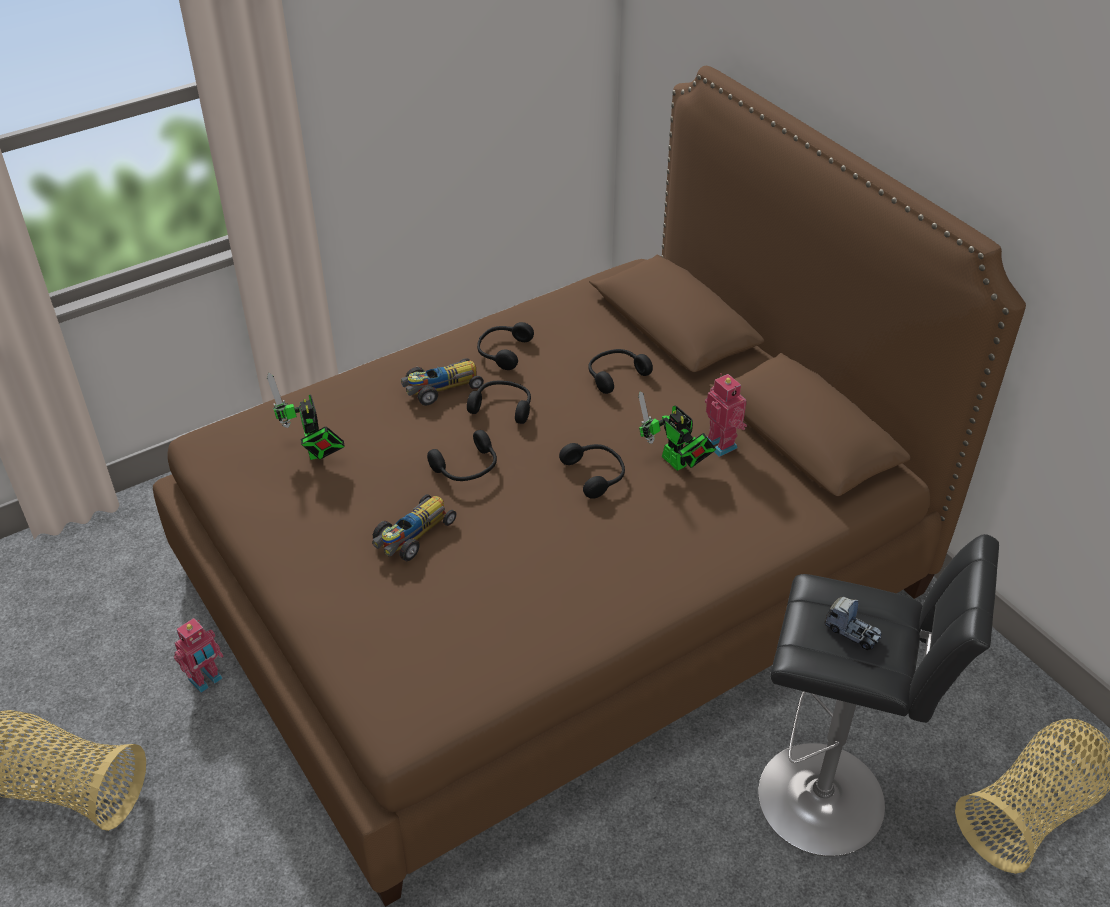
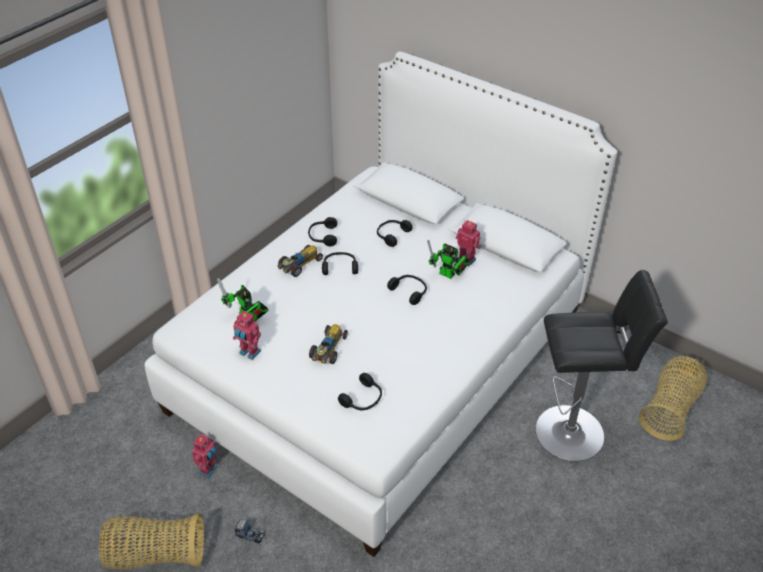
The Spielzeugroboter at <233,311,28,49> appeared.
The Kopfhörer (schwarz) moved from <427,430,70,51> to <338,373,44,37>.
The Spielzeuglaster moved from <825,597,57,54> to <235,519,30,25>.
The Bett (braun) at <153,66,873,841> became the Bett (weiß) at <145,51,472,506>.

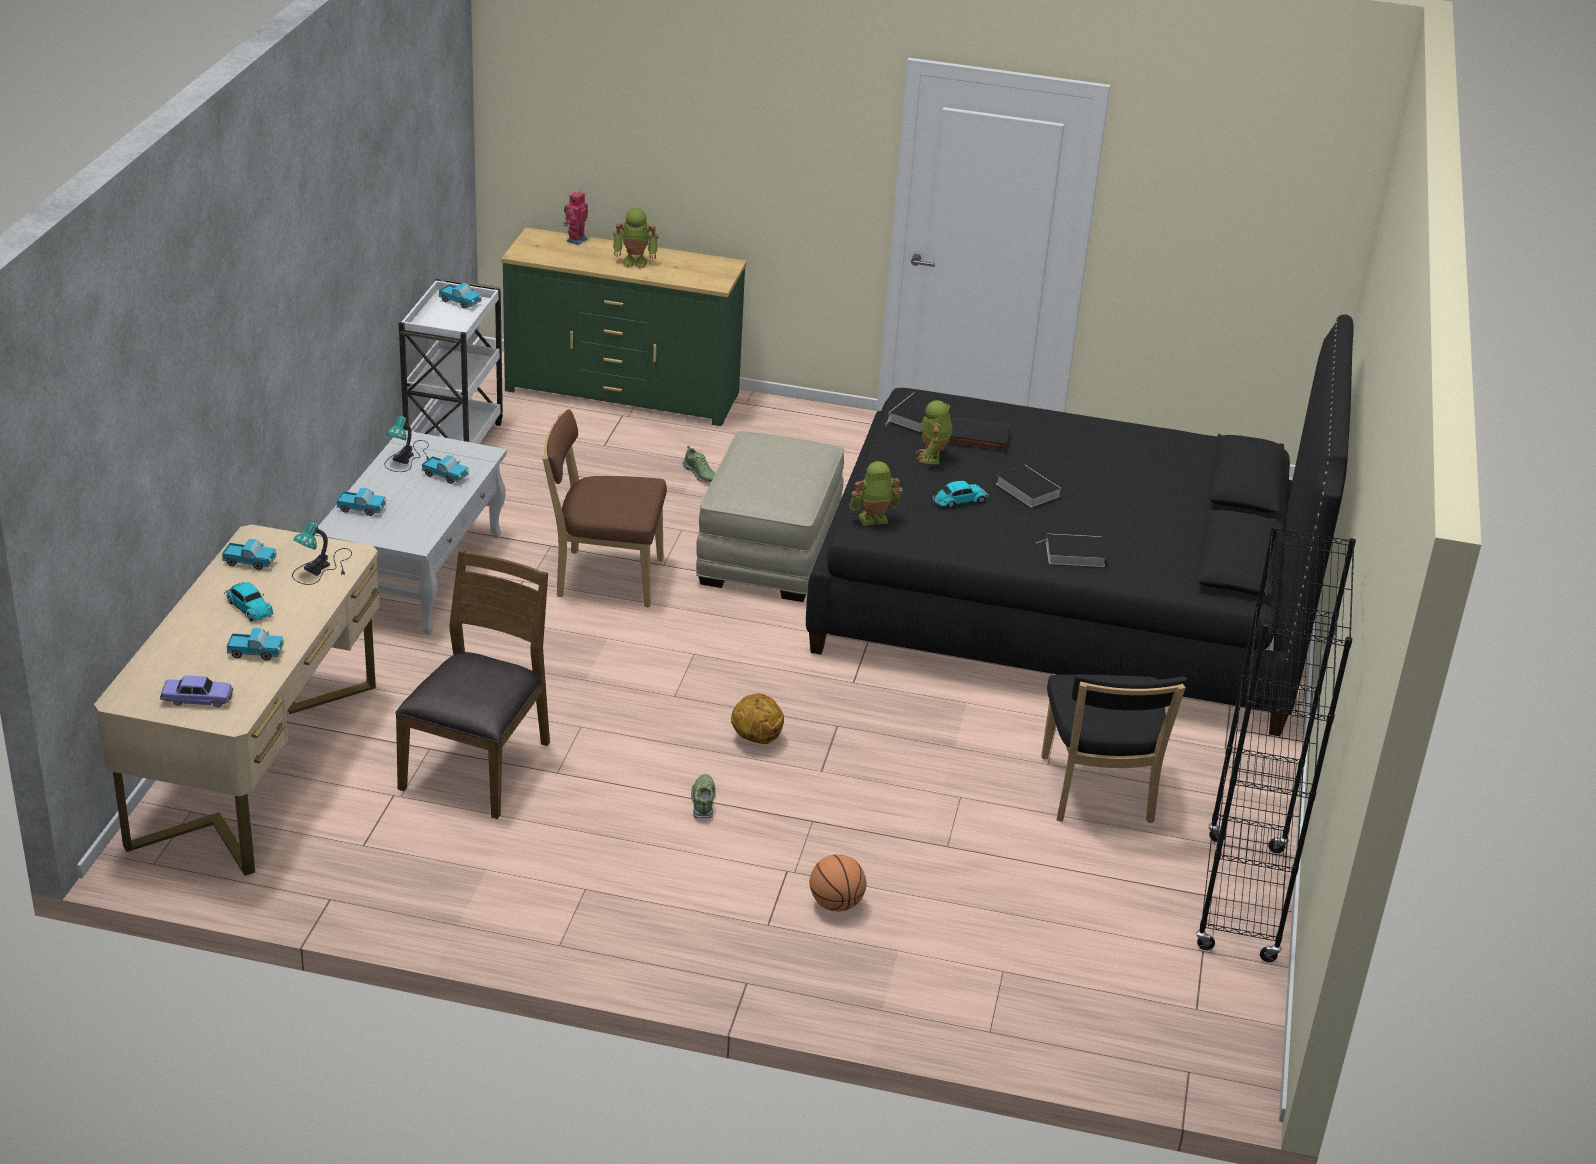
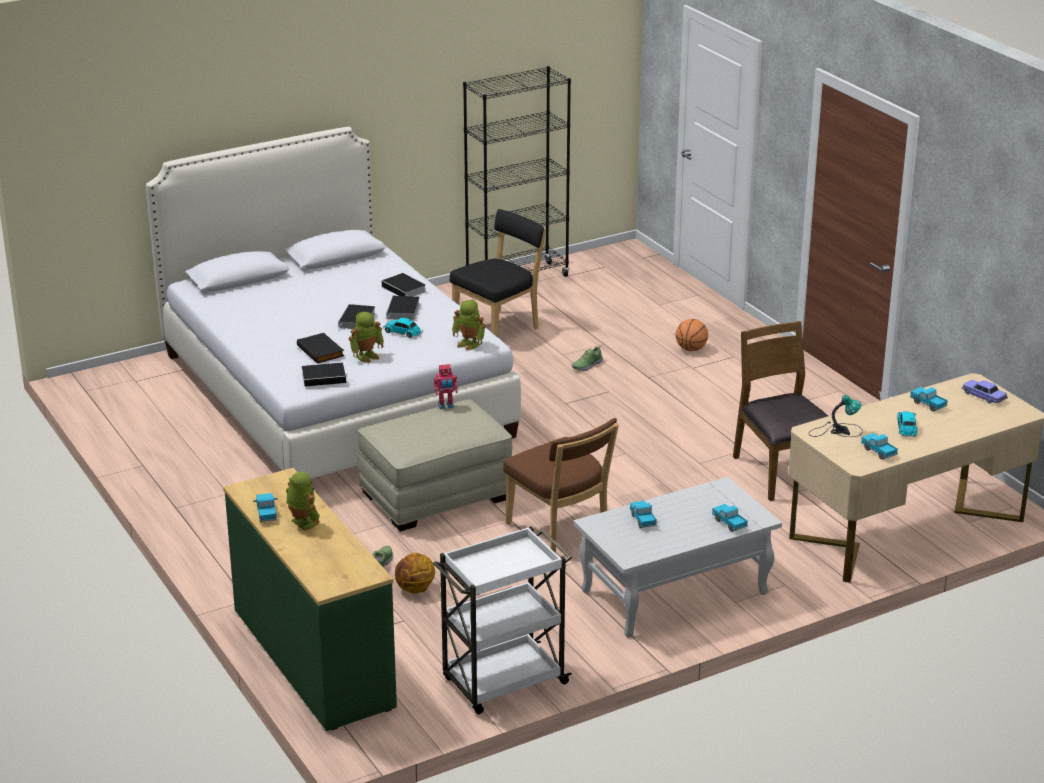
The Tischlampe at <385,416,44,56> disappeared.
The Buch at <386,296,34,26> appeared.
The Spielzeuglaster moved from <439,283,43,26> to <253,493,24,29>.
The Spielzeugroboter moved from <563,190,25,55> to <433,364,24,45>.
The Schuh moved from <691,774,25,44> to <571,346,32,25>.
The Basketball moved from <731,694,53,50> to <395,553,40,41>.
The Bett (schwarz) at <806,314,548,422> became the Bett (weiß) at <146,127,375,352>.
The Stuhl (braun) at <395,550,155,269> turned 90 degrees clockwise.

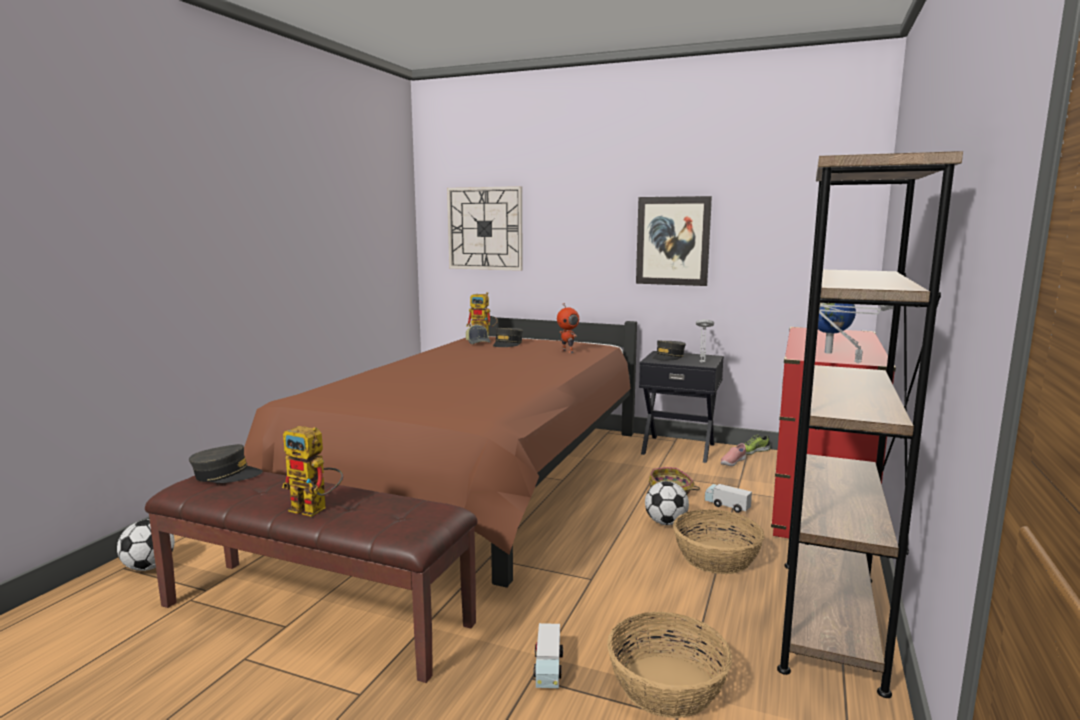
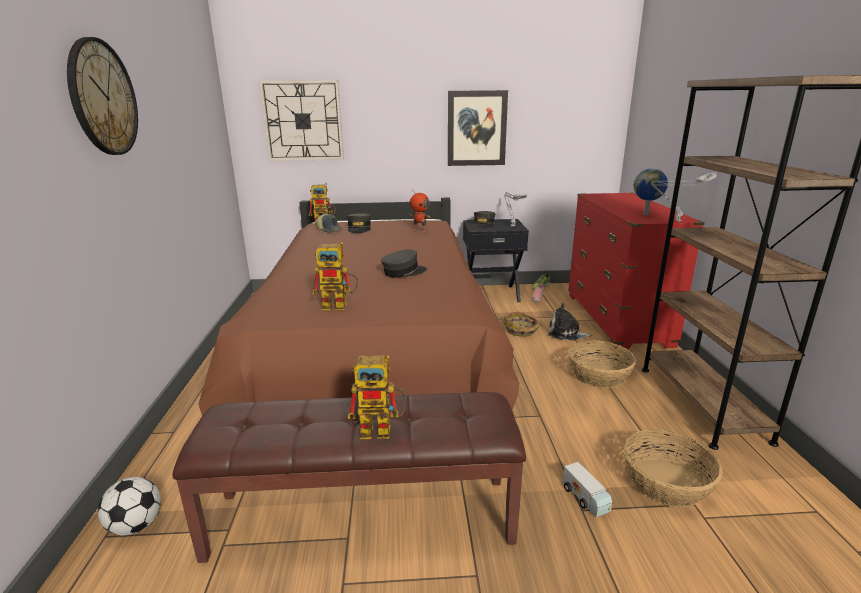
The Fußball at <645,481,44,44> disappeared.
The Wanduhr at <67,37,71,118> appeared.
The Spielzeugroboter at <312,242,46,68> appeared.
The Kappe (grau) moved from <189,444,74,39> to <381,249,46,29>.
The Spielzeuglaster at <705,484,47,29> was replaced by the Plüschtier at <549,303,43,38>.

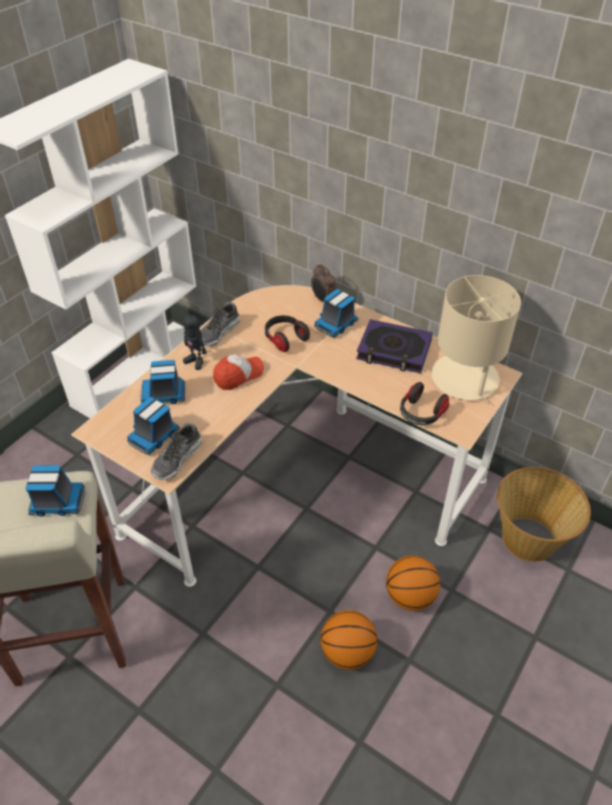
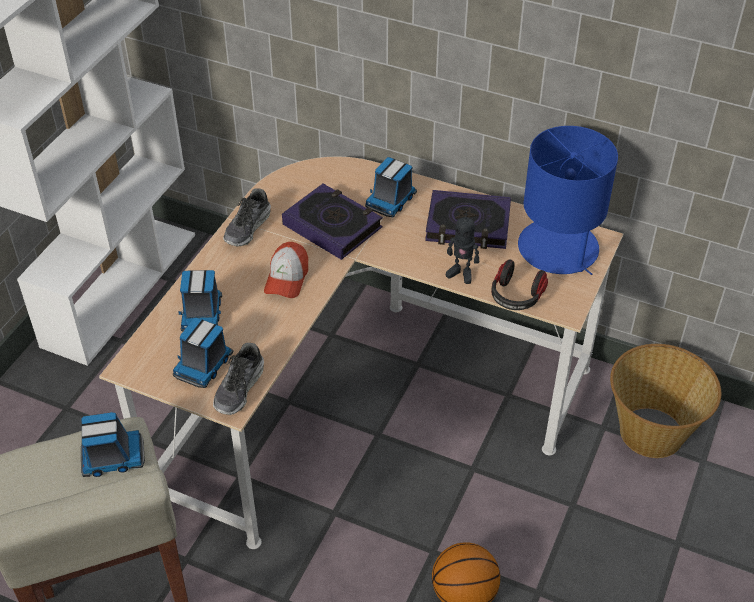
The Wecker at <311,264,26,38> disappeared.
The Basketball at <386,556,54,55> disappeared.
The Spielzeugroboter moved from <183,310,24,60> to <446,211,33,73>.
The Kopfhörer at <265,315,45,37> was replaced by the Buch at <282,184,100,76>.
The Tischlampe (beige) at <431,275,90,129> became the Tischlampe (blau) at <518,126,100,149>.
The Spielzeuglaster at <140,360,45,44> turned 75 degrees counterclockwise.
The Kappe at <213,354,51,36> turned 150 degrees clockwise.

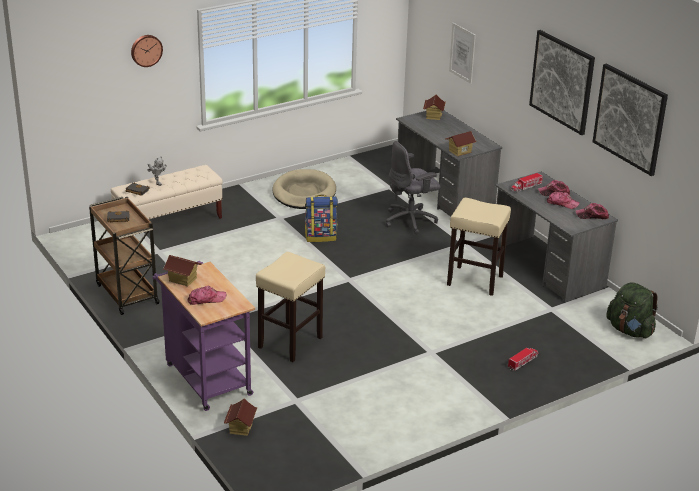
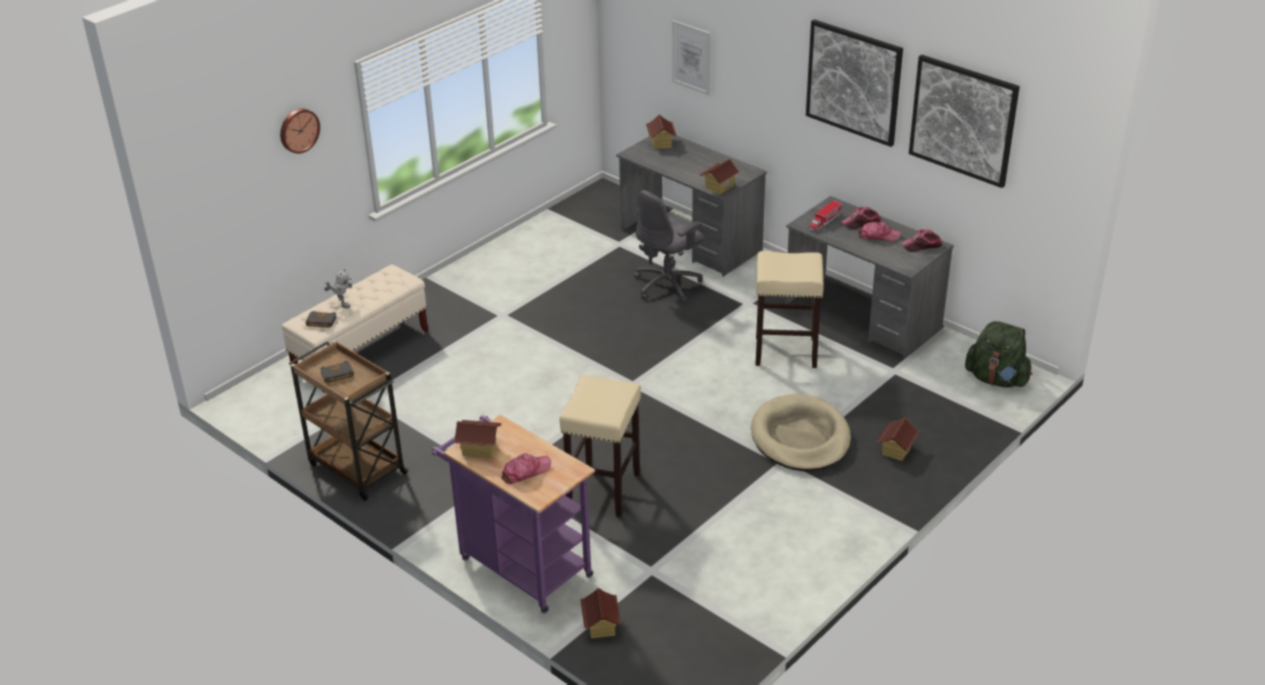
The Rucksack at <305,195,33,47> disappeared.
The Hundebett (beige) moved from <273,169,63,40> to <751,394,100,77>.
The Spielzeuglaster at <508,348,30,23> was replaced by the Spielzeughaus at <877,418,42,43>.

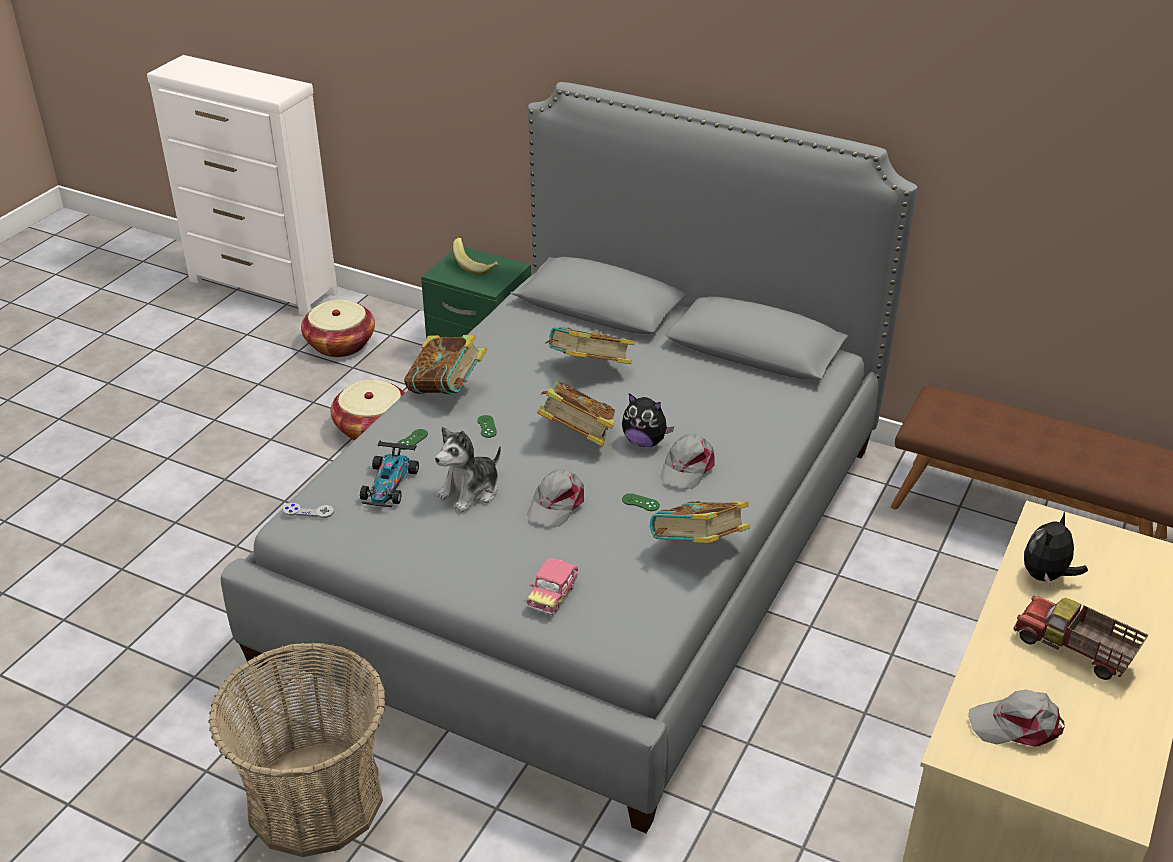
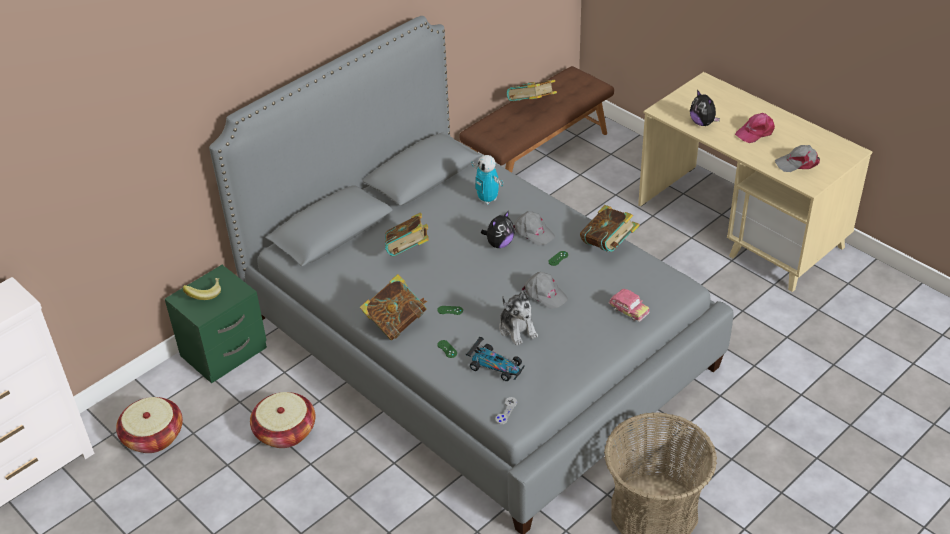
The Spielzeugroboter at <471,155,32,50> appeared.
The Buch moved from <537,380,78,66> to <507,80,50,21>.
The Spielzeuglaster at <1013,596,135,84> was replaced by the Kappe (rosa) at <735,113,40,30>.
The Kappe (grau) at <968,690,97,57> turned 60 degrees clockwise.

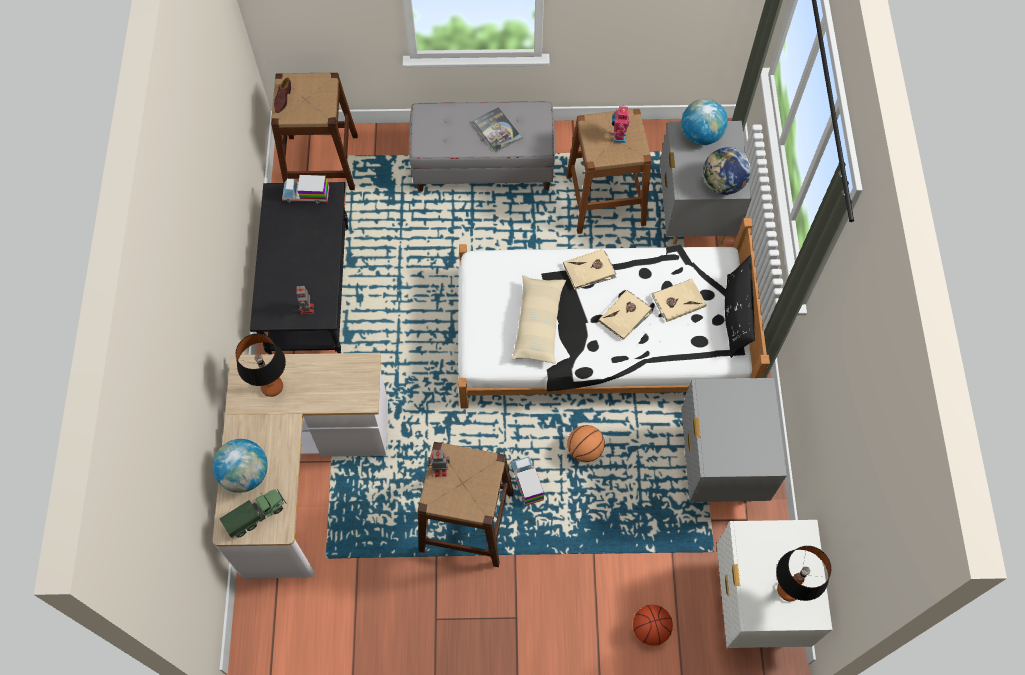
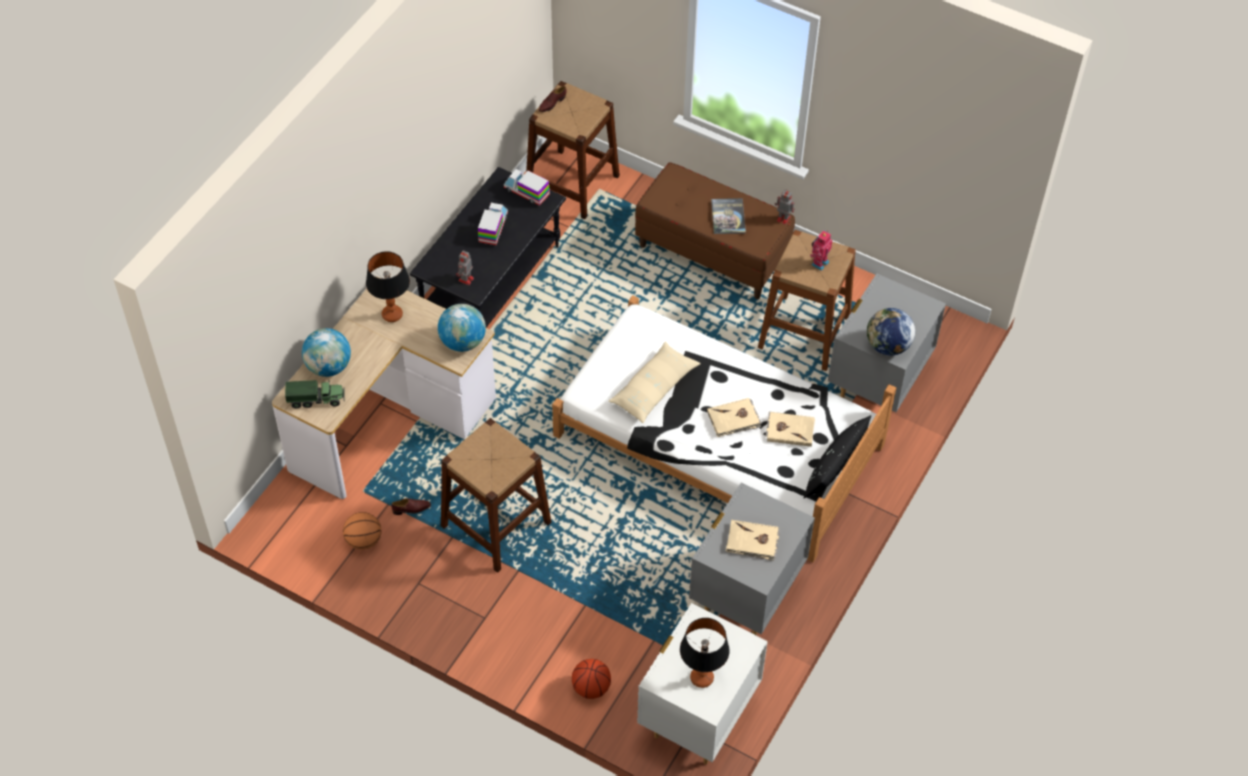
The Schuh (braun) at <391,498,40,17> appeared.
The Spielzeugroboter moved from <427,450,23,27> to <775,190,20,35>.
The Spielzeuglaster moved from <511,456,33,50> to <478,203,30,42>.
The Buch (beige) moved from <563,249,53,41> to <726,520,54,41>.
The Basketball moved from <567,425,38,37> to <343,512,39,38>.
The Globus moved from <682,99,46,46> to <438,304,48,48>.
The Bank (grau) at <409,101,146,91> became the Bank (braun) at <635,162,160,137>.

